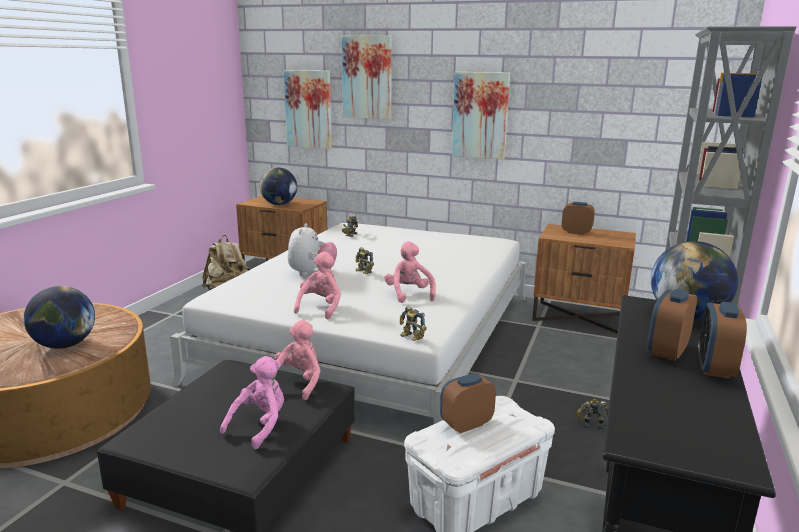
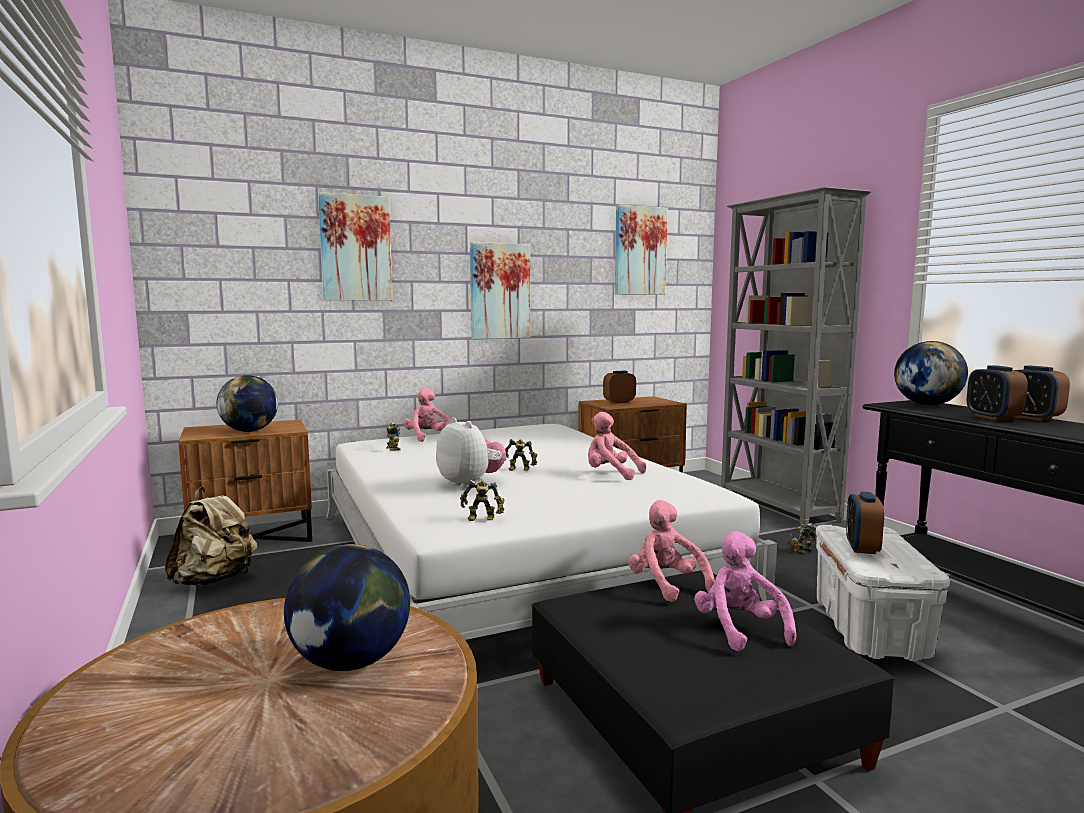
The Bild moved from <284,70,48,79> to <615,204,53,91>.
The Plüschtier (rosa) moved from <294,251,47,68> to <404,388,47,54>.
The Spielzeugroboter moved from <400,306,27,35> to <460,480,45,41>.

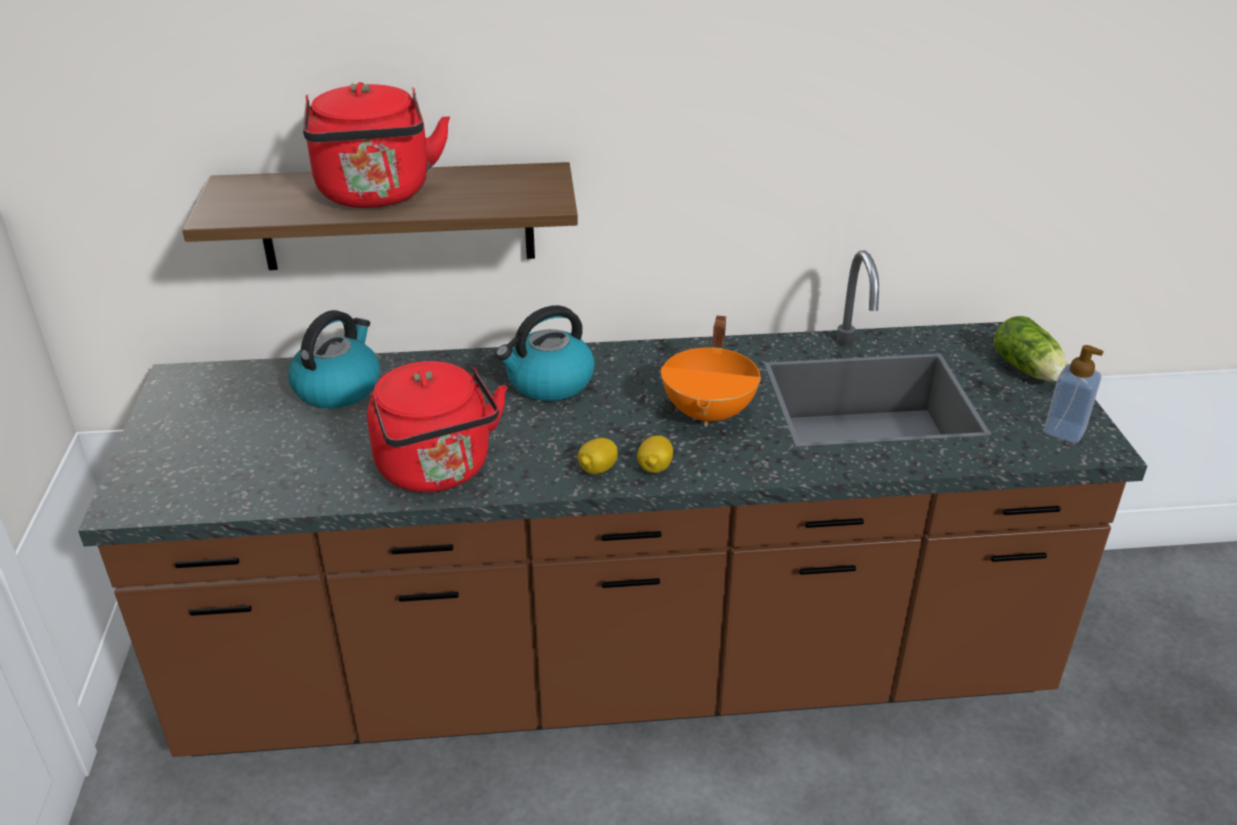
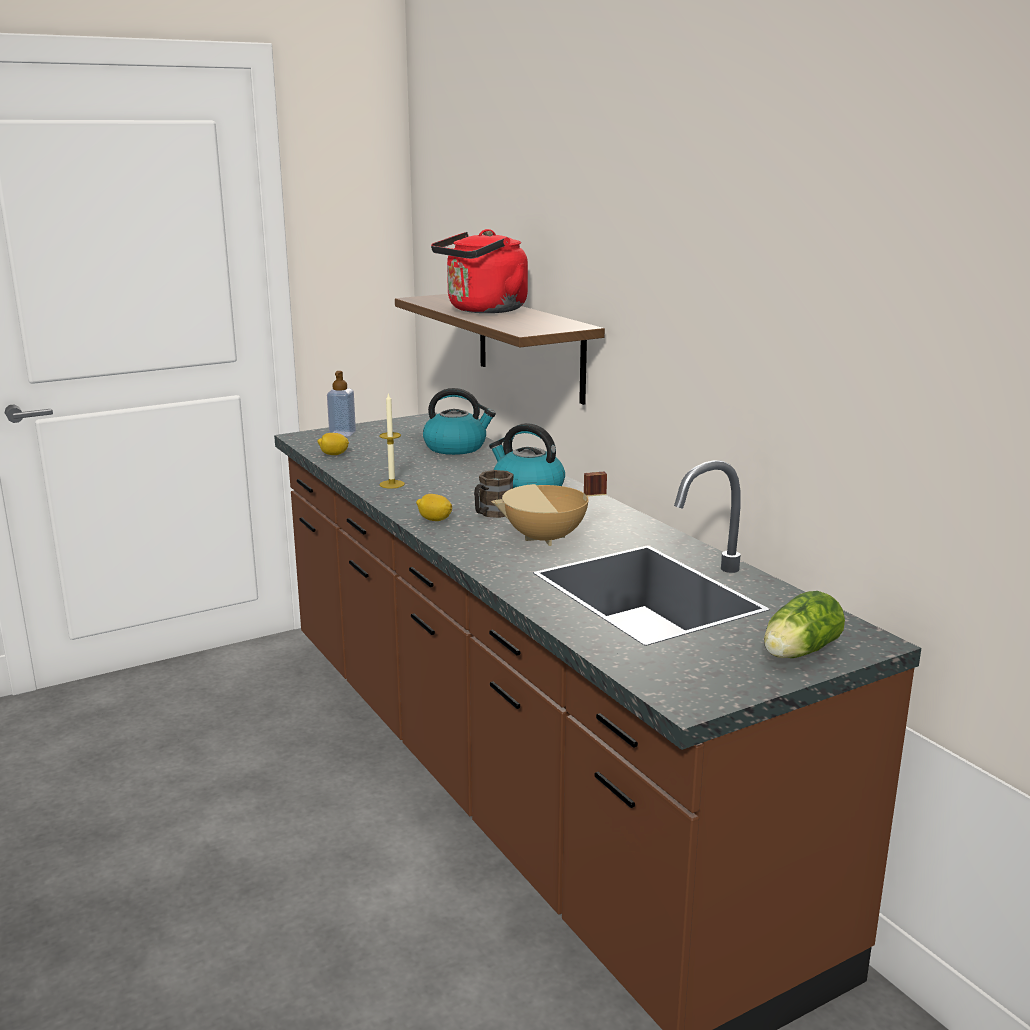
The Henkelbecher (braun) at <474,470,40,48> appeared.
The Zitrone moved from <637,435,36,38> to <318,433,31,22>.
The Seifenspender moved from <1044,345,60,98> to <327,371,29,66>.
The Wasserkessel (rot) at <367,361,140,131> was replaced by the Kerze at <379,393,26,96>.
The Kochtopf (orange) at <661,316,100,111> became the Kochtopf (beige) at <492,472,115,74>.

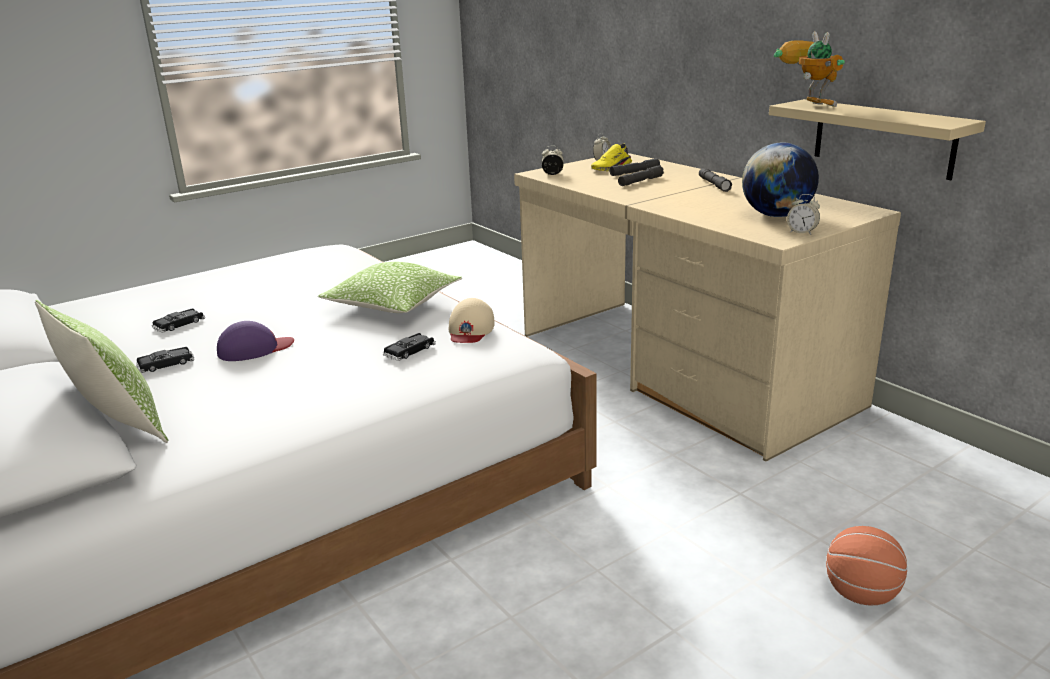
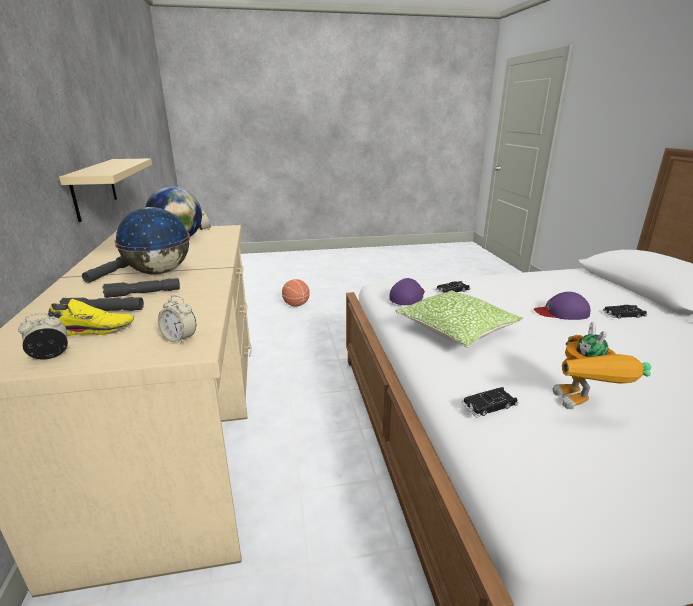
The Kissen at <35,300,134,143> disappeared.
The Globus at <114,207,76,68> appeared.
The Spielzeugauto (schwarz) moved from <152,308,53,25> to <462,387,57,30>.
The Spielzeugroboter moved from <774,31,71,76> to <553,322,98,87>.
The Kappe (beige) at <449,298,46,45> became the Kappe (lila) at <389,278,36,27>.

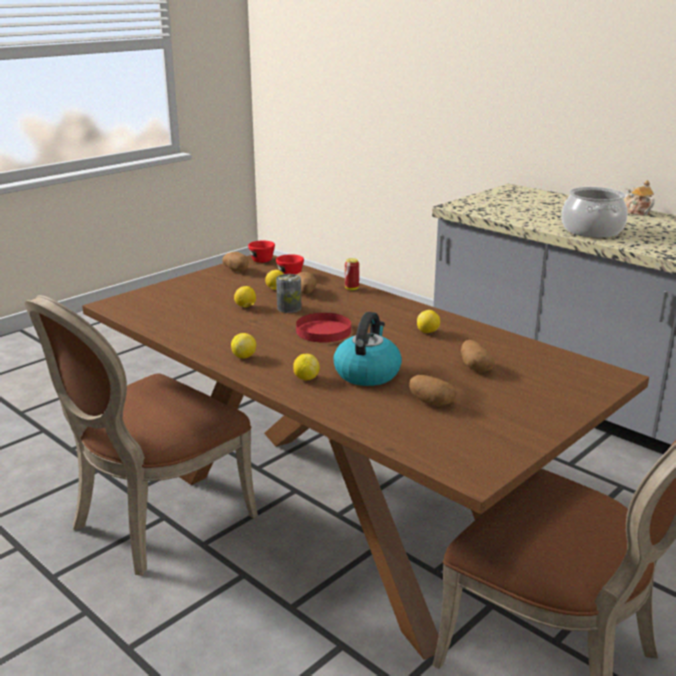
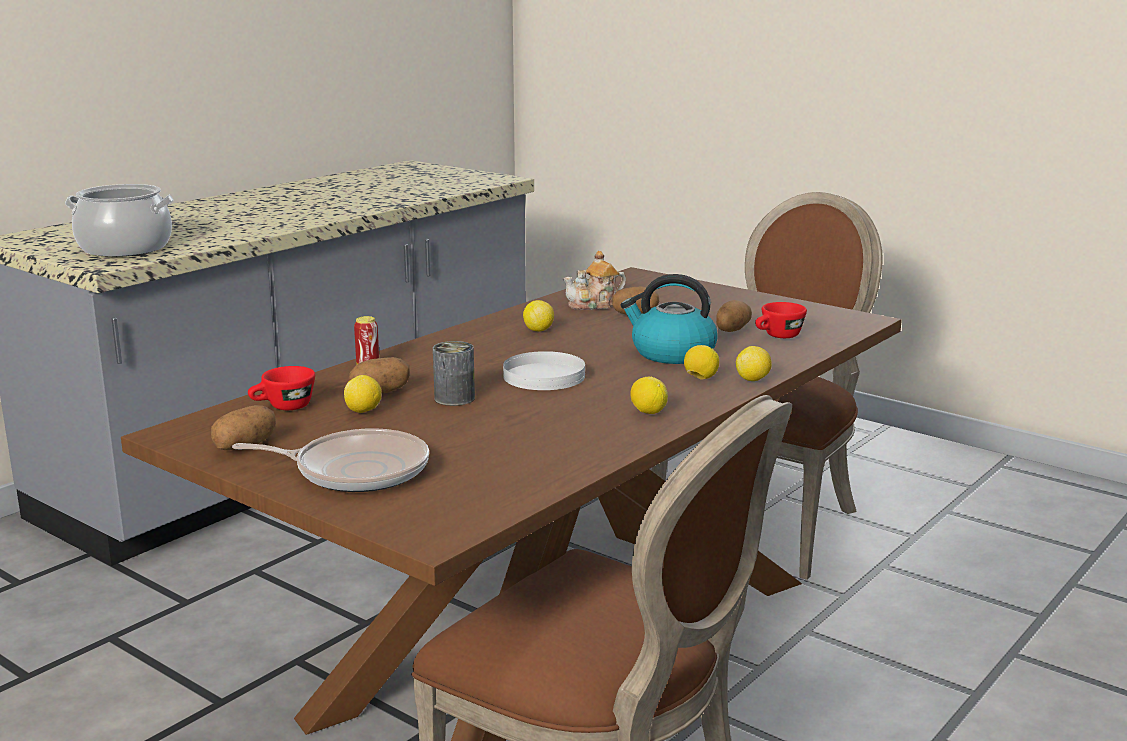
The Pfanne at <232,428,197,64> appeared.
The Zitrone moved from <234,286,22,21> to <736,346,36,35>.
The Tasse (rot) moved from <248,241,27,22> to <755,302,52,36>.
The Kochtopf moved from <561,187,67,51> to <65,184,109,73>.
The Teekanne moved from <624,180,31,35> to <562,251,64,59>.
The Teller (rot) at <296,313,55,29> became the Teller (weiß) at <503,351,82,39>.

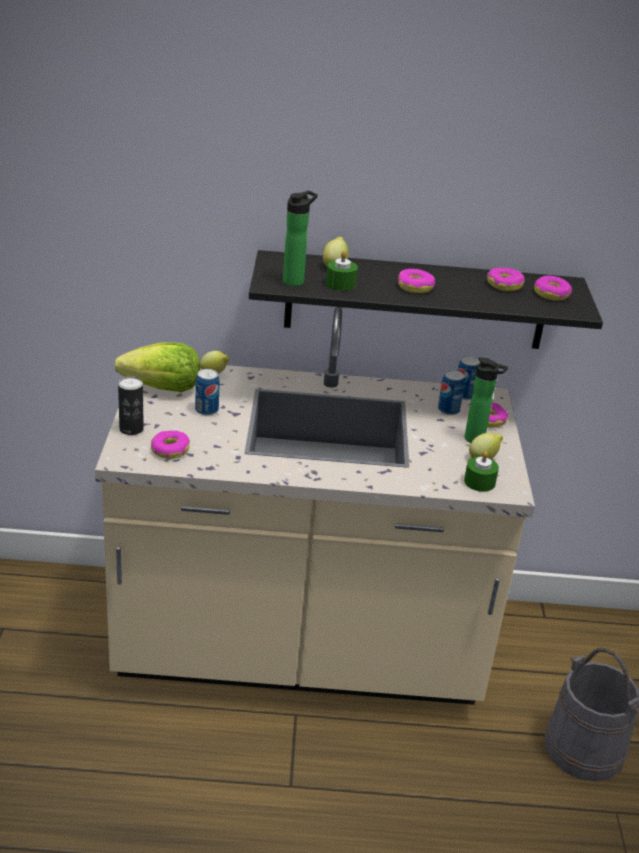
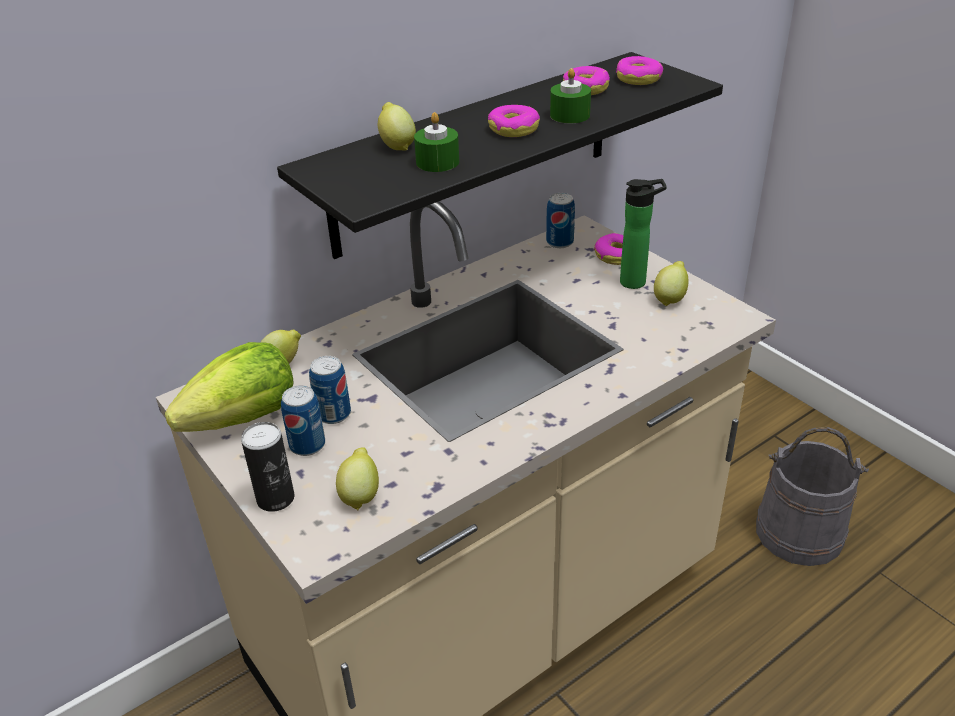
The Flasche at <283,190,35,96> disappeared.
The Dose moved from <438,370,27,45> to <281,385,44,71>.
The Kerze (grün) moved from <464,451,35,41> to <550,68,41,55>.
The Donut at <151,430,39,29> was replaced by the Zitrone at <336,447,43,63>.

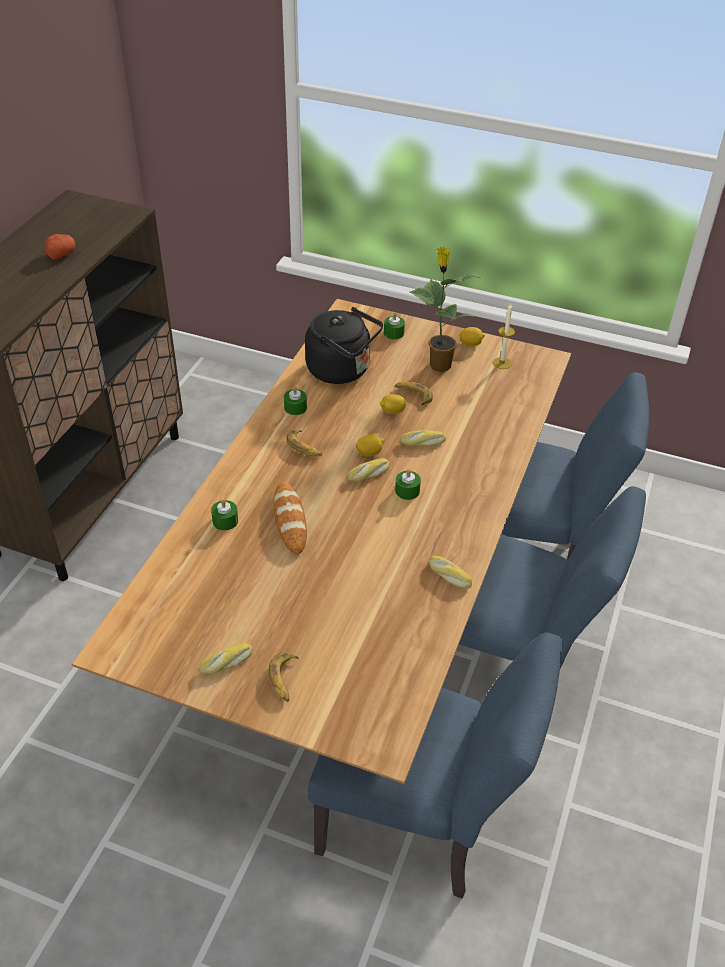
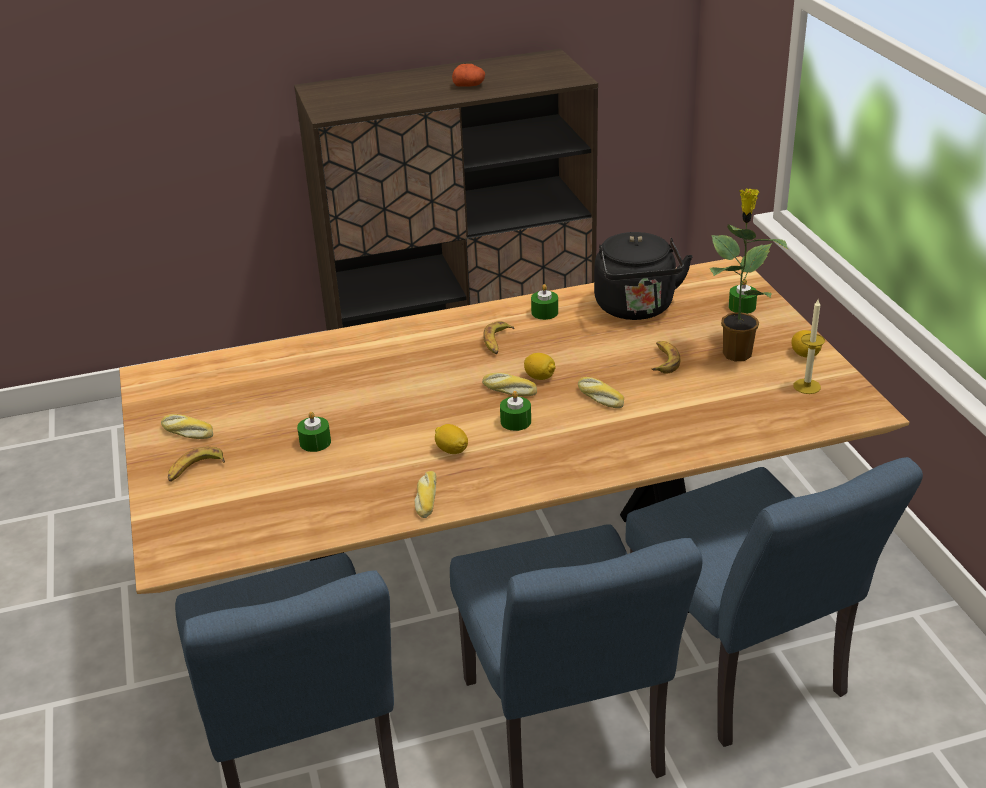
The Brot at <274,482,33,72> disappeared.
The Kerze (grün) moved from <211,499,27,31> to <297,411,34,41>.
The Zitrone moved from <380,394,27,20> to <435,424,33,30>.

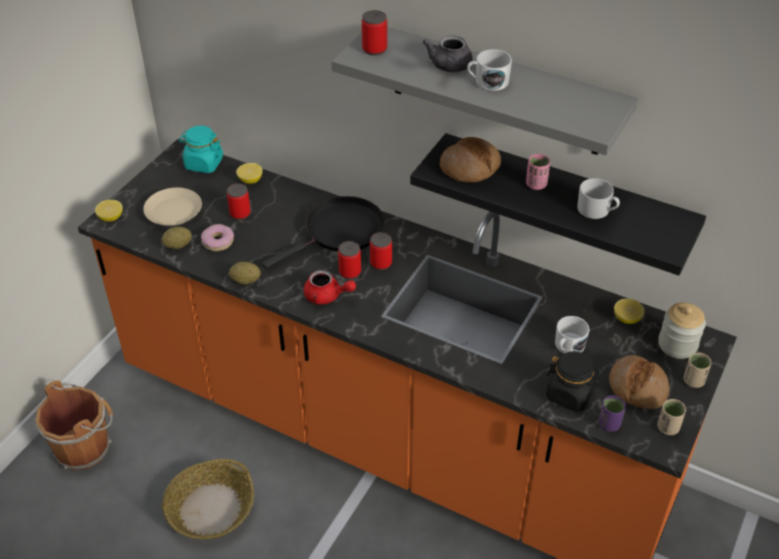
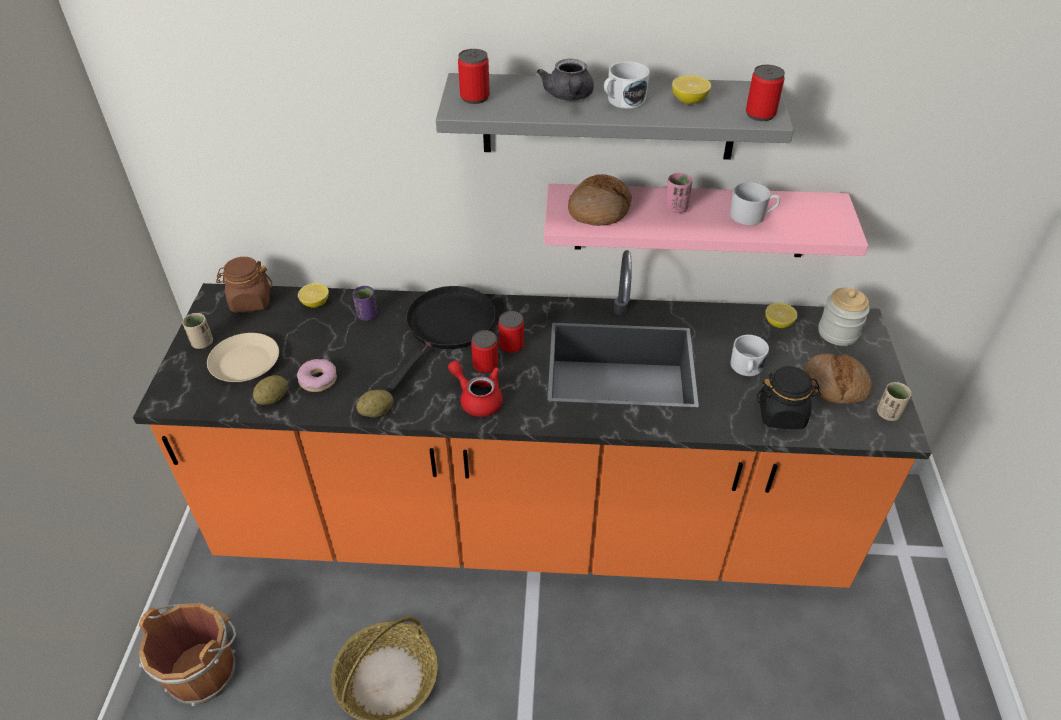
The Zitrone moved from <95,200,28,22> to <672,75,39,29>.
The Dose moved from <227,183,24,37> to <746,65,39,56>.
The Tasse (lila) moved from <599,395,27,37> to <352,286,26,35>.
The Tasse (beige) moved from <684,353,28,35> to <182,313,31,36>.
The Vorratsglas (türkis) at <179,126,44,47> became the Vorratsglas (braun) at <216,257,56,56>.
The Wandregal (schwarz) at <410,133,296,143> became the Wandregal (rosa) at <544,184,324,73>.
The Teekanne (rot) at <304,270,52,35> turned 135 degrees counterclockwise.

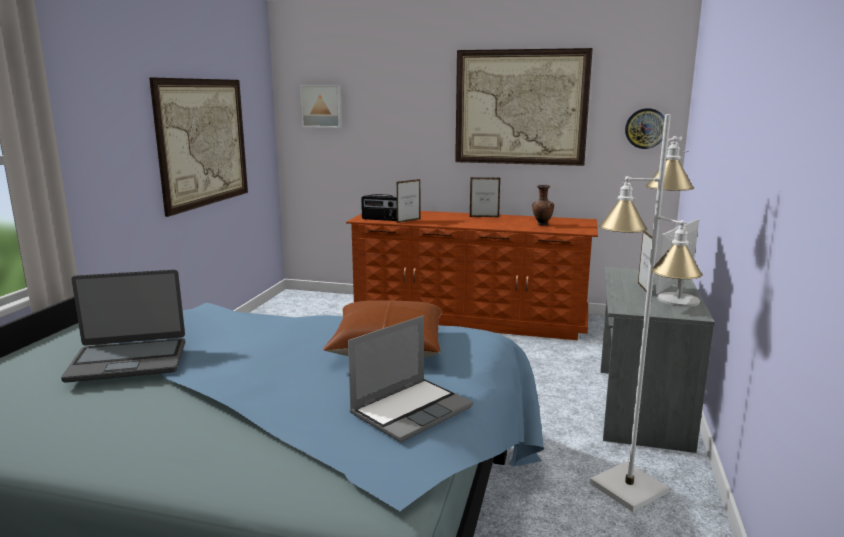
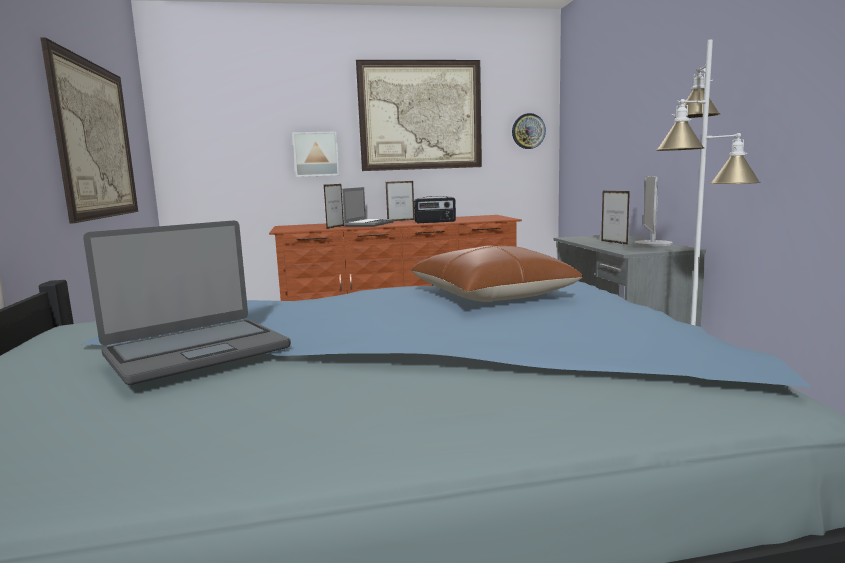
The Vase (braun) at <532,185,22,40> disappeared.
The Bild moved from <300,85,42,43> to <292,131,47,46>.
The Laptop moved from <348,316,125,126> to <342,187,52,39>.
The Radio moved from <361,194,36,27> to <414,196,42,27>.

